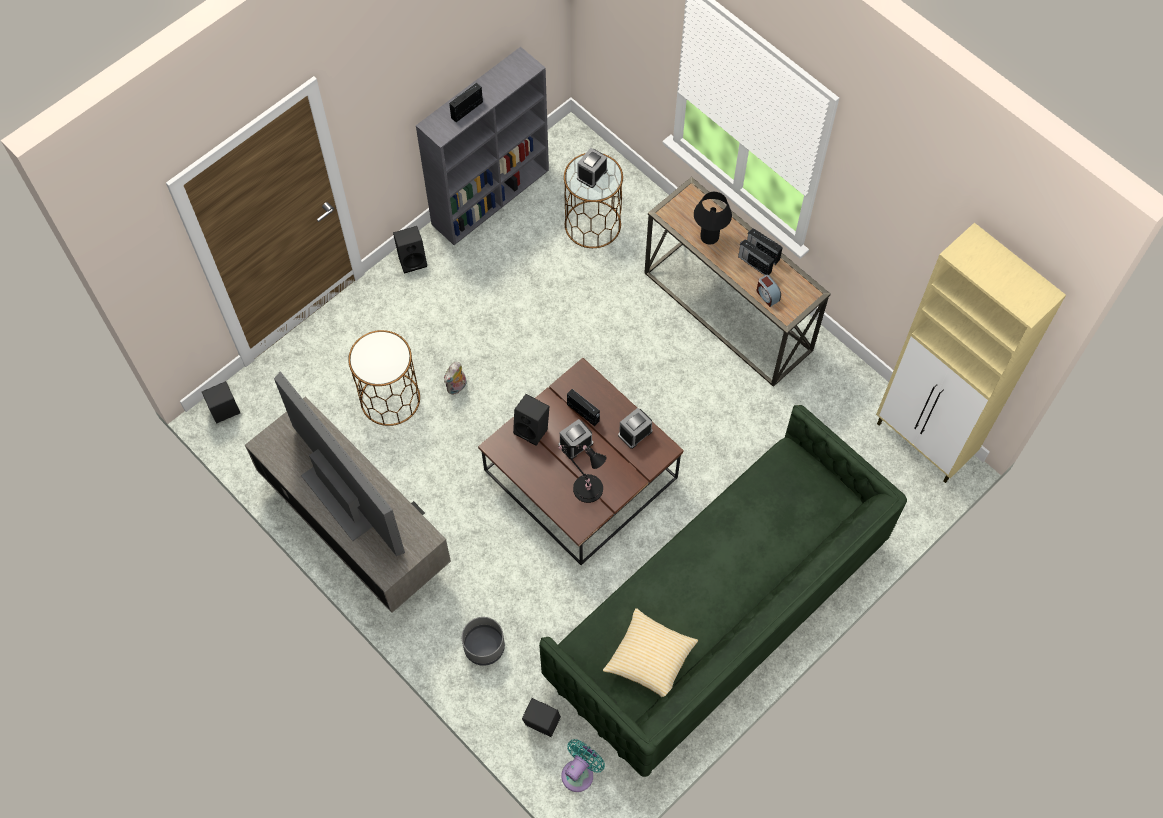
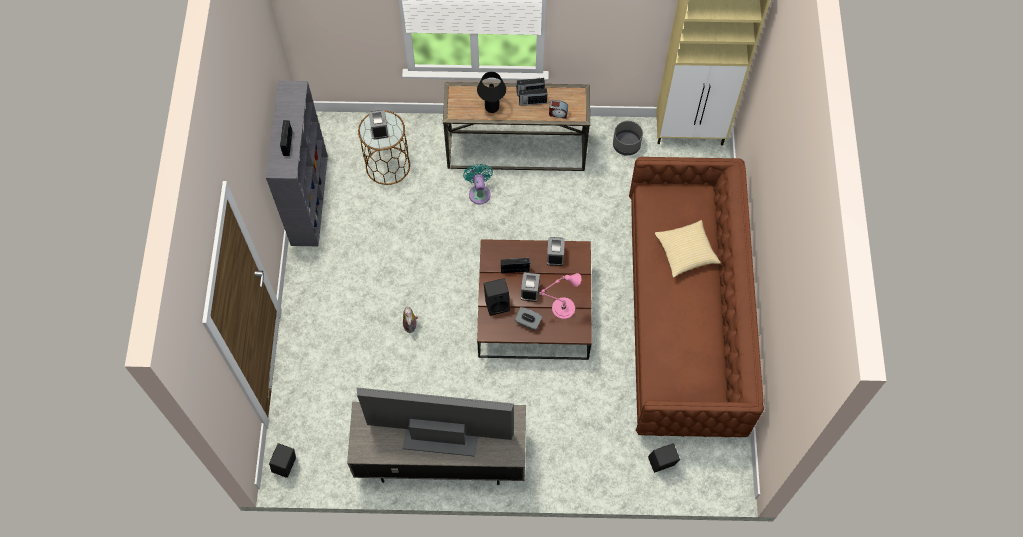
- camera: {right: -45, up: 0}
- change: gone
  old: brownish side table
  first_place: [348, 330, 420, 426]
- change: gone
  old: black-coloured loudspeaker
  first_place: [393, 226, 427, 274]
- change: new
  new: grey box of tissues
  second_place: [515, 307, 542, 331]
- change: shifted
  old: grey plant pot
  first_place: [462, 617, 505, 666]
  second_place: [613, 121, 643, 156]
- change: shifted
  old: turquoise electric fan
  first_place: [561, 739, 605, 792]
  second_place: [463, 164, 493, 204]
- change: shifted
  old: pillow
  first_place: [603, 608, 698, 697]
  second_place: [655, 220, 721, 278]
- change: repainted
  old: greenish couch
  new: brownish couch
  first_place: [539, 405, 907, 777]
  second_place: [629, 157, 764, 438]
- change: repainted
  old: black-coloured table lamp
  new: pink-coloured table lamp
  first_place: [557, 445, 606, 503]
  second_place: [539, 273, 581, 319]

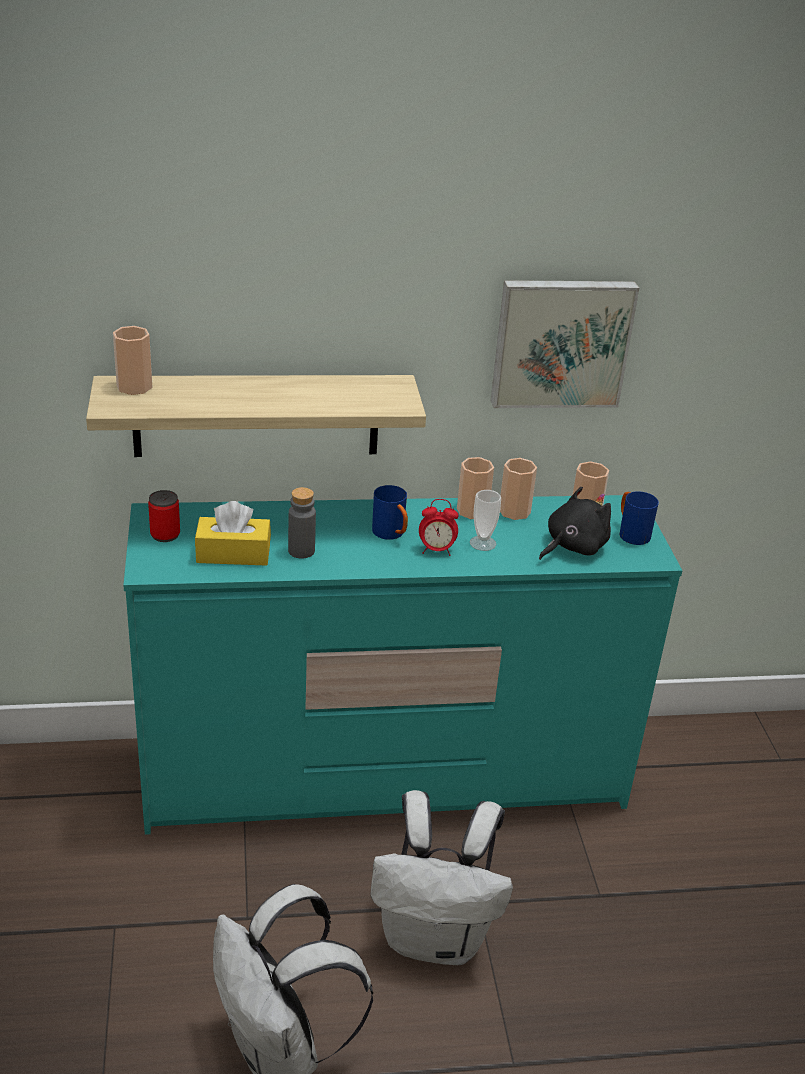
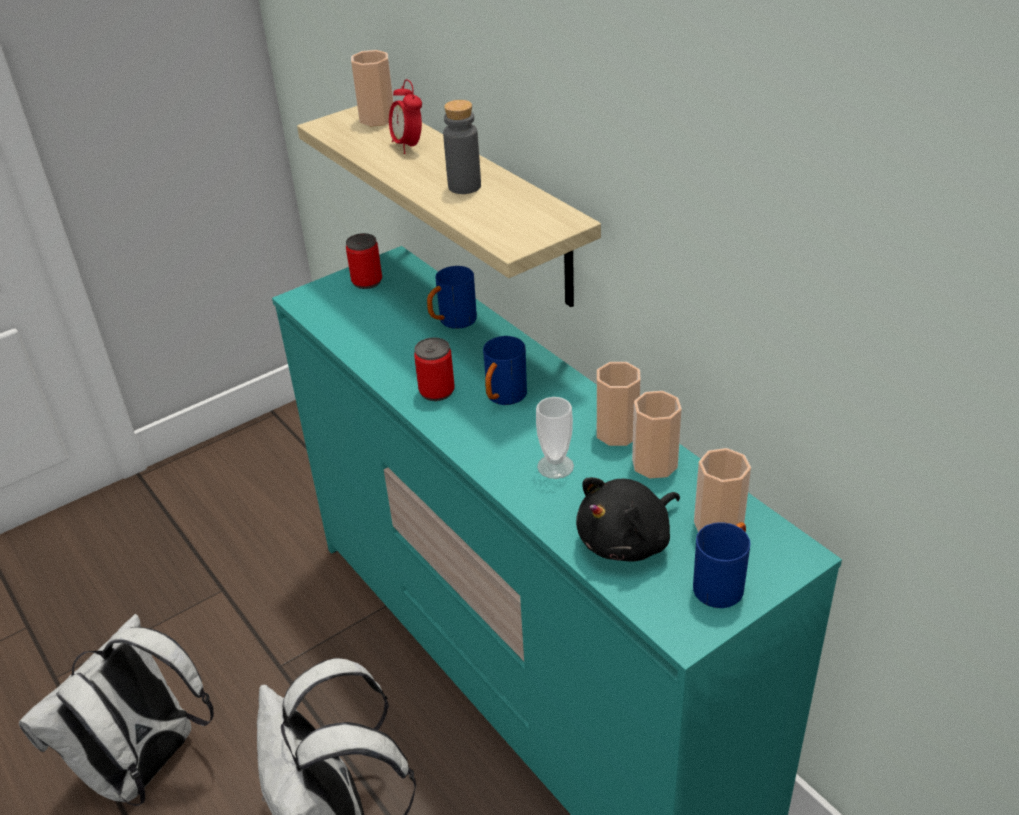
- camera: {right: 65, up: 5}
- change: gone
  old: yellow box of tissues
  first_place: [195, 501, 271, 566]
- change: gone
  old: wall picture
  first_place: [491, 280, 639, 408]
- change: new
  new: sealed can
  second_place: [414, 337, 455, 401]
- change: new
  new: bluish coffee mug
  second_place: [427, 266, 477, 329]
- change: shifted
  old: grey beverage bottle
  first_place: [288, 487, 316, 559]
  second_place: [443, 100, 481, 194]
- change: shifted
  old: bedside clock
  first_place: [419, 499, 459, 556]
  second_place: [389, 79, 422, 154]
- change: rotated
  old: black-coloured soft toy
  first_place: [539, 487, 611, 560]
  second_place: [576, 477, 680, 561]
  degrees: 120

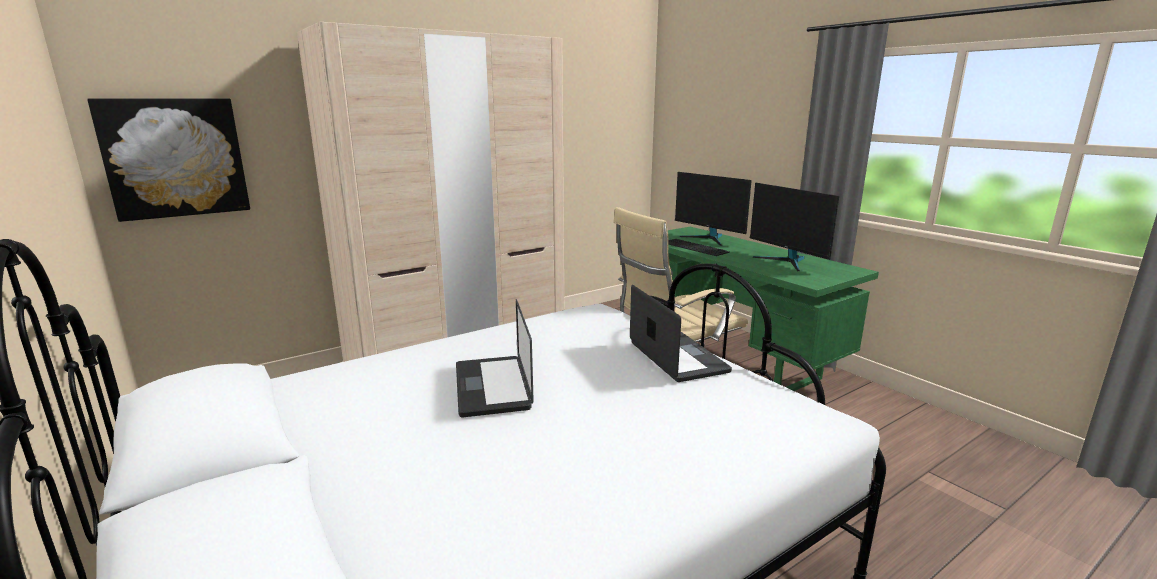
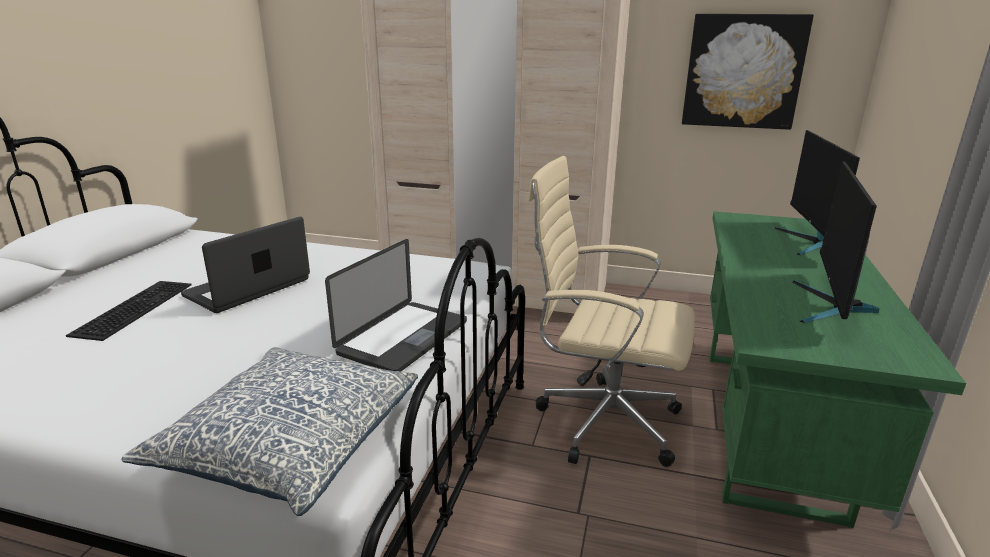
- camera: {right: 50, up: 5}
- change: new
  new: pillow
  second_place: [122, 347, 418, 516]
- change: shifted
  old: wall picture
  first_place: [87, 98, 250, 222]
  second_place: [682, 14, 814, 130]
- change: shifted
  old: PC keyboard
  first_place: [669, 239, 730, 256]
  second_place: [66, 281, 192, 341]

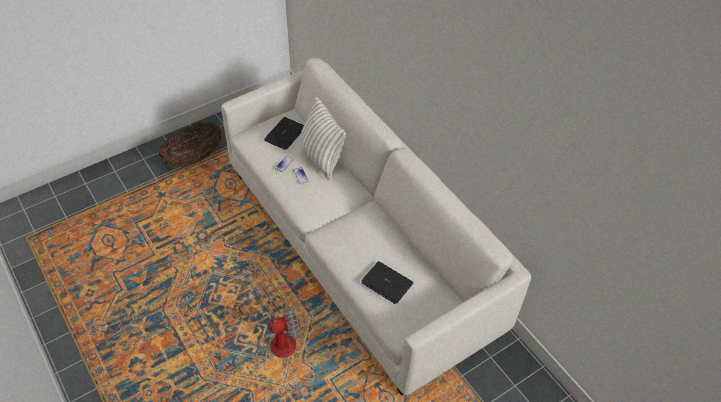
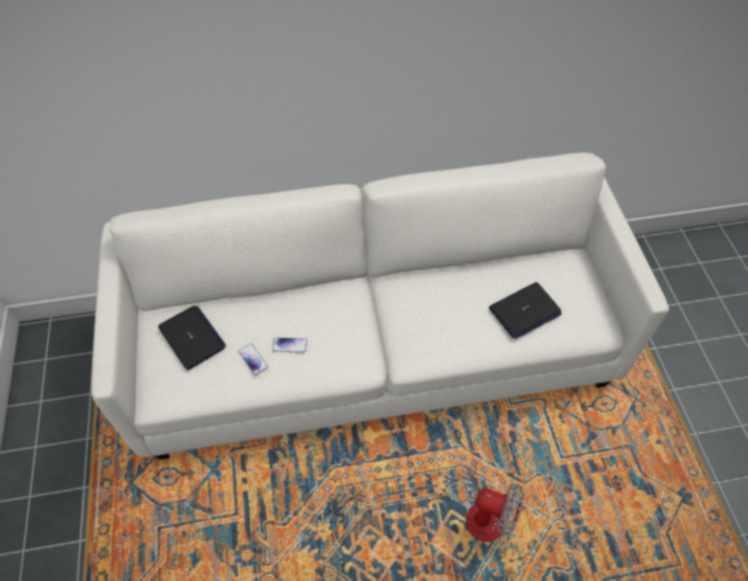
- camera: {right: -65, up: 5}
- change: gone
  old: storage basket
  first_place: [159, 122, 222, 167]
- change: gone
  old: pillow
  first_place: [301, 97, 346, 180]
- change: rotated
  old: electric fan
  first_place: [232, 300, 299, 358]
  second_place: [451, 422, 524, 542]
  degrees: 105

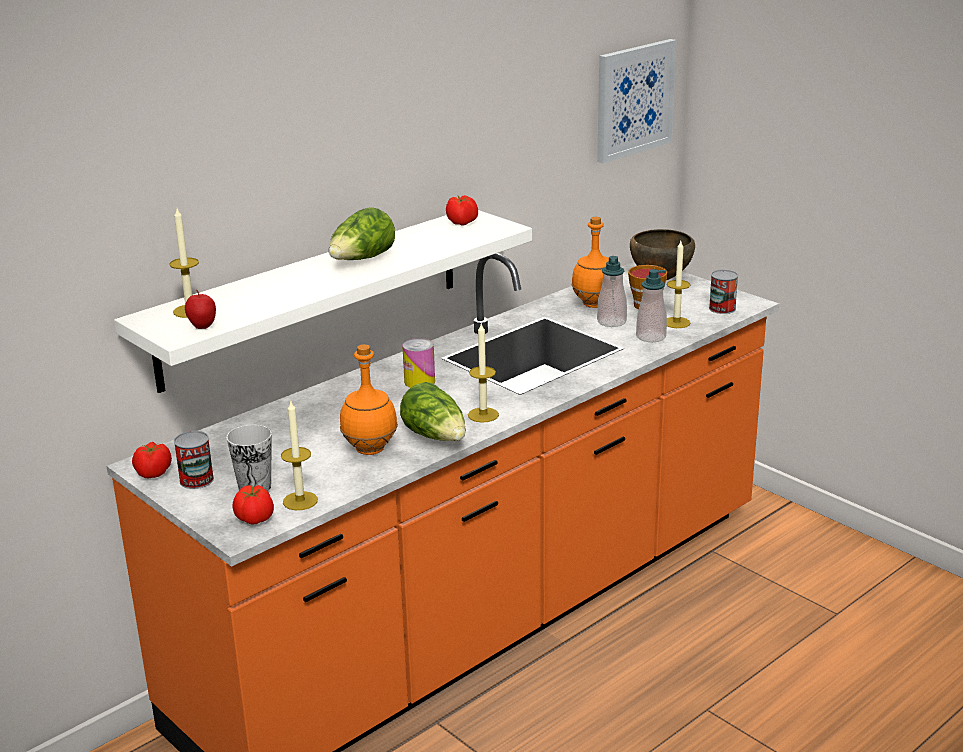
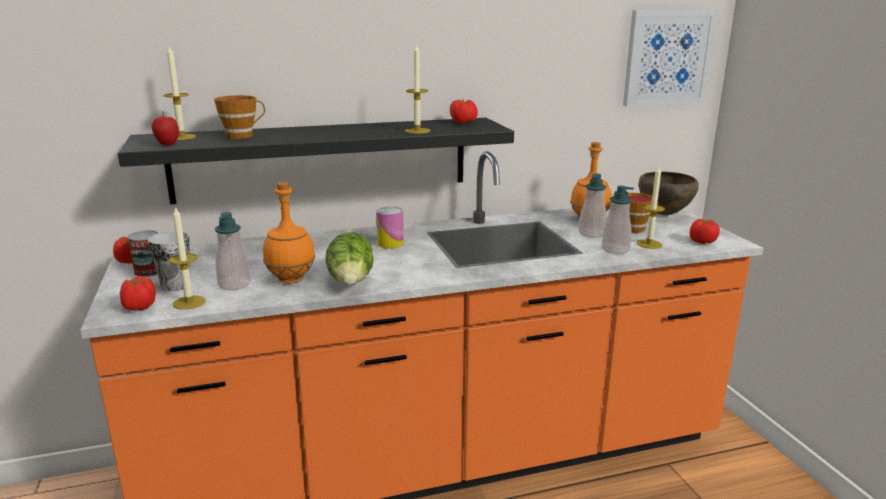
- camera: {right: 25, up: -5}
- change: gone
  old: head of lettuce
  first_place: [329, 207, 395, 260]
- change: new
  new: cup
  second_place: [214, 95, 265, 139]
- change: new
  new: soap bottle
  second_place: [215, 212, 251, 290]
- change: shifted
  old: wax candle
  first_place: [468, 324, 499, 423]
  second_place: [405, 43, 430, 134]
- change: swapped
  old: sealed can
  new: tomato
  first_place: [709, 270, 738, 314]
  second_place: [690, 219, 720, 244]
- change: repainted
  old: whitish shelf
  new: black-coloured shelf
  first_place: [114, 210, 532, 393]
  second_place: [118, 118, 514, 204]

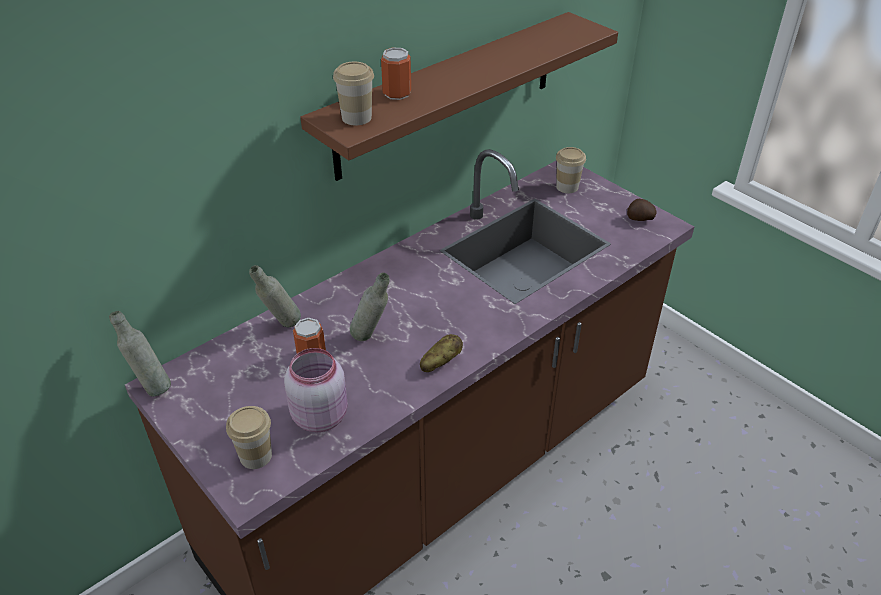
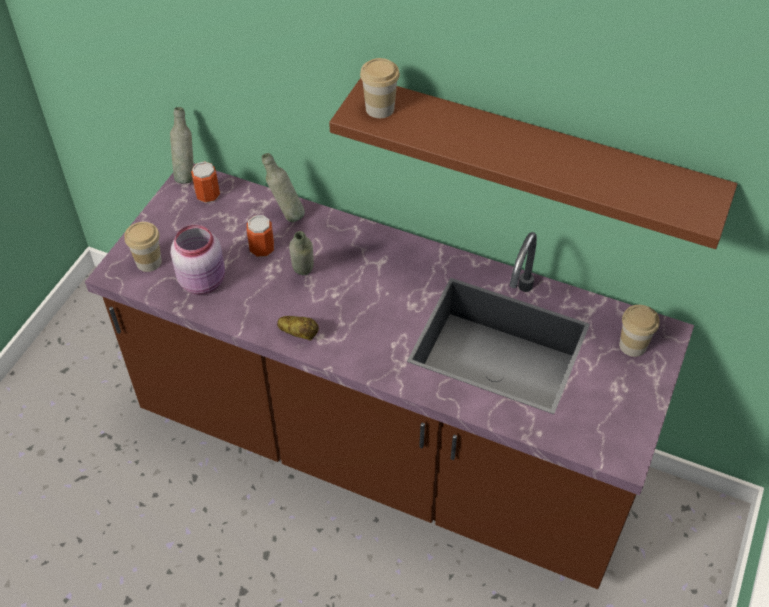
- camera: {right: 65, up: 10}
- change: gone
  old: whole potato
  first_place: [627, 199, 657, 221]
- change: shifted
  old: sealed can
  first_place: [381, 47, 411, 100]
  second_place: [191, 161, 220, 203]

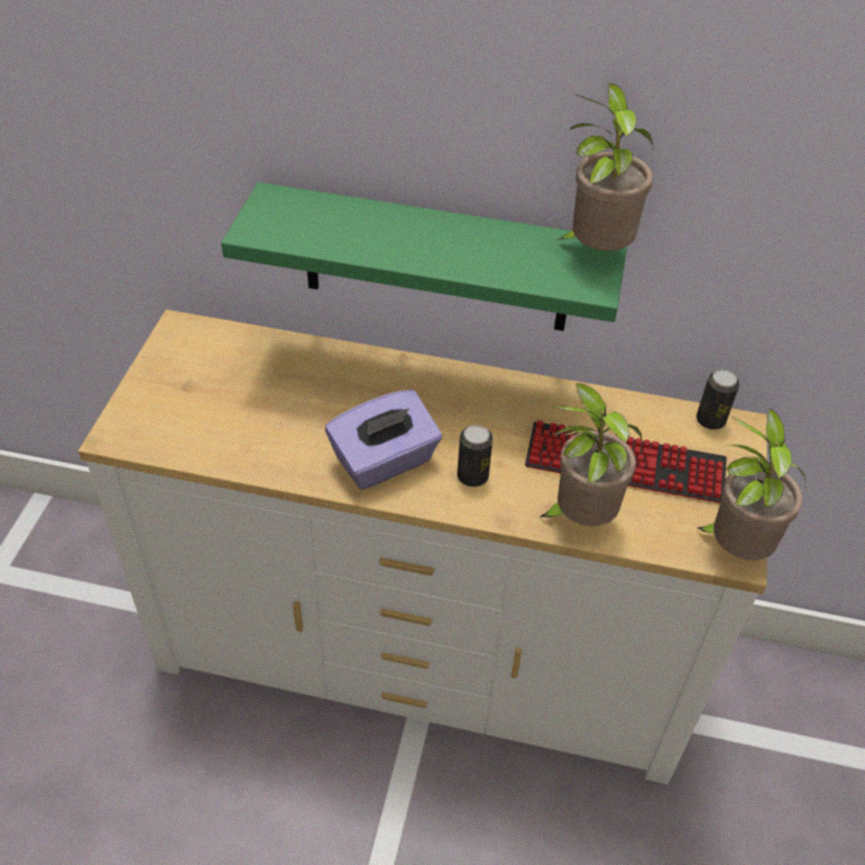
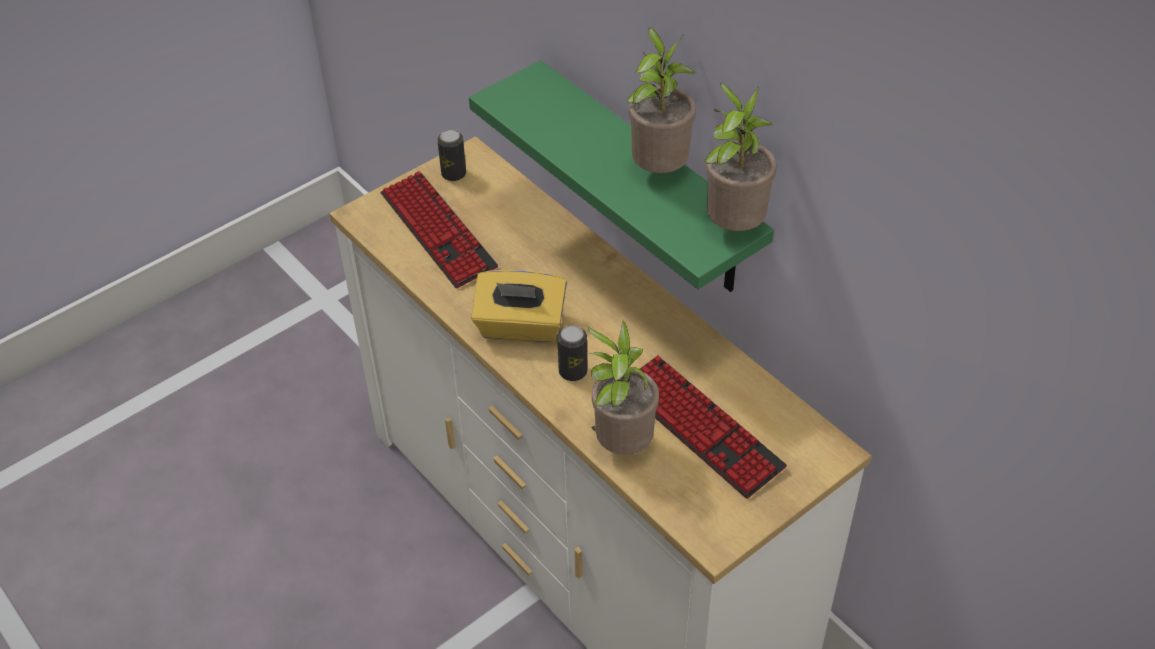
- camera: {right: 40, up: 0}
- change: new
  new: PC keyboard
  second_place: [380, 171, 498, 288]
- change: shifted
  old: sealed can
  first_place: [696, 370, 739, 430]
  second_place: [437, 129, 466, 181]
- change: shifted
  old: plant in a pot
  first_place: [698, 409, 806, 560]
  second_place: [626, 28, 696, 173]
- change: repainted
  old: purple-coloured box of tissues
  new: yellow box of tissues
  first_place: [325, 390, 442, 490]
  second_place: [471, 270, 567, 343]

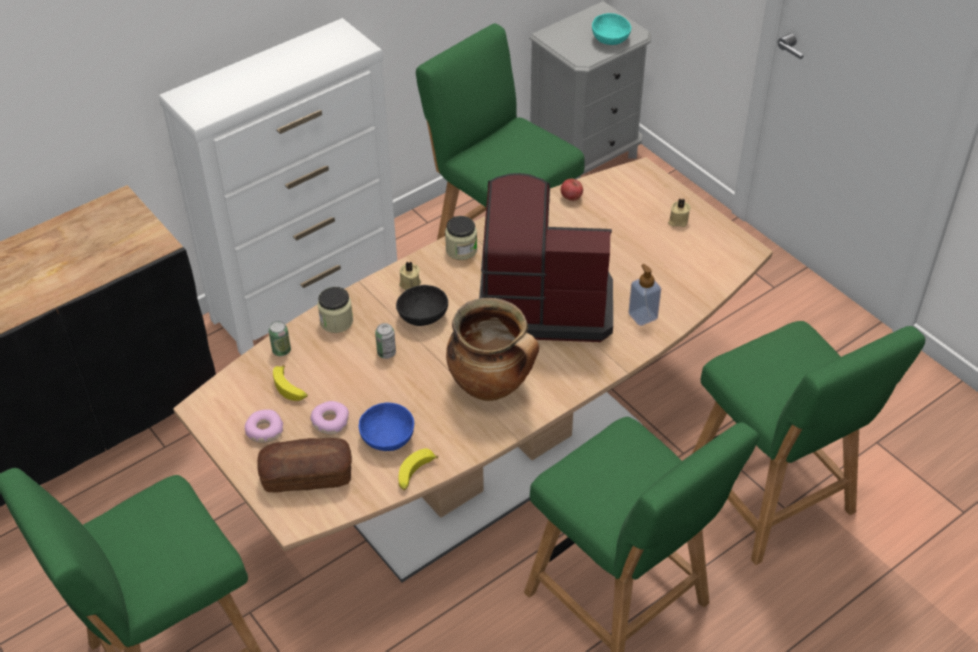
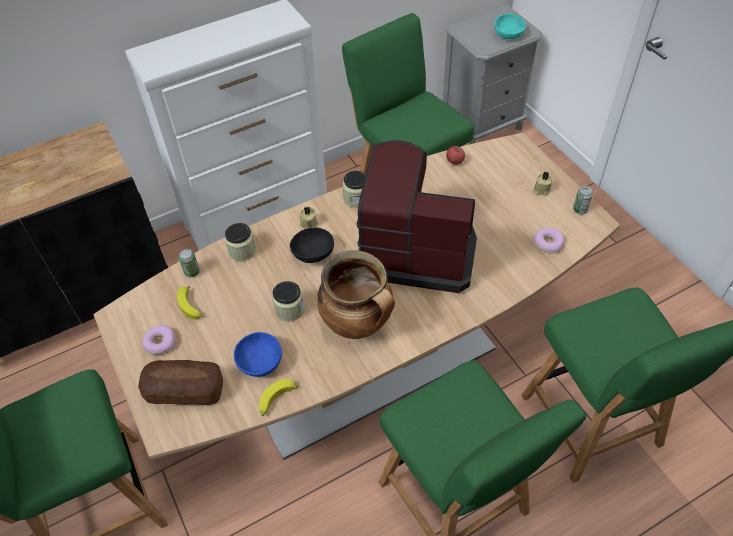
- camera: {right: 10, up: 5}
- change: gone
  old: soap bottle
  first_place: [628, 264, 661, 326]
- change: new
  new: storage jar
  second_place: [272, 281, 304, 322]
- change: shifted
  old: ring doughnut
  first_place: [310, 401, 349, 434]
  second_place: [534, 228, 564, 254]
- change: shifted
  old: sealed can
  first_place: [375, 323, 396, 359]
  second_place: [573, 186, 593, 214]

